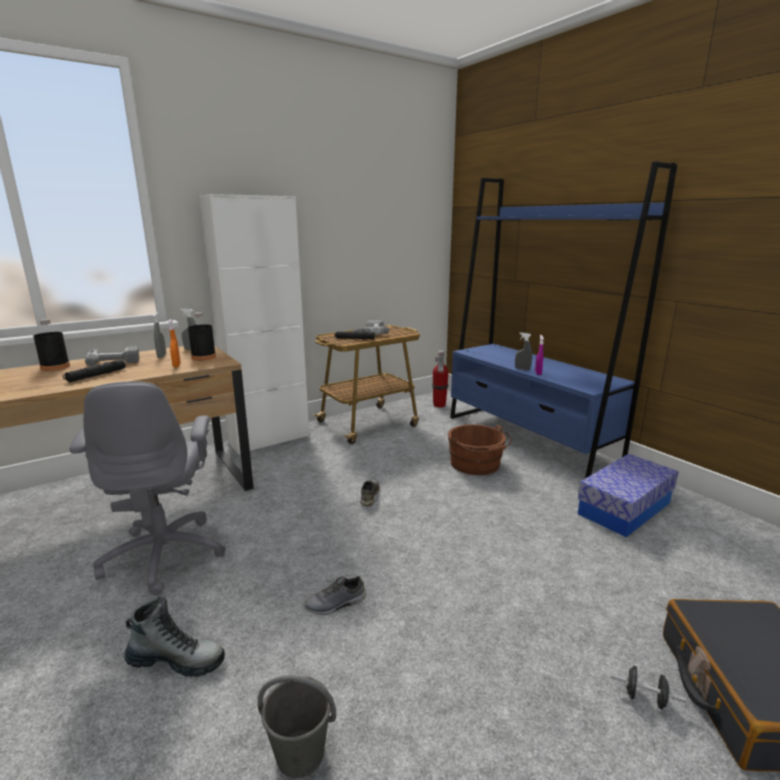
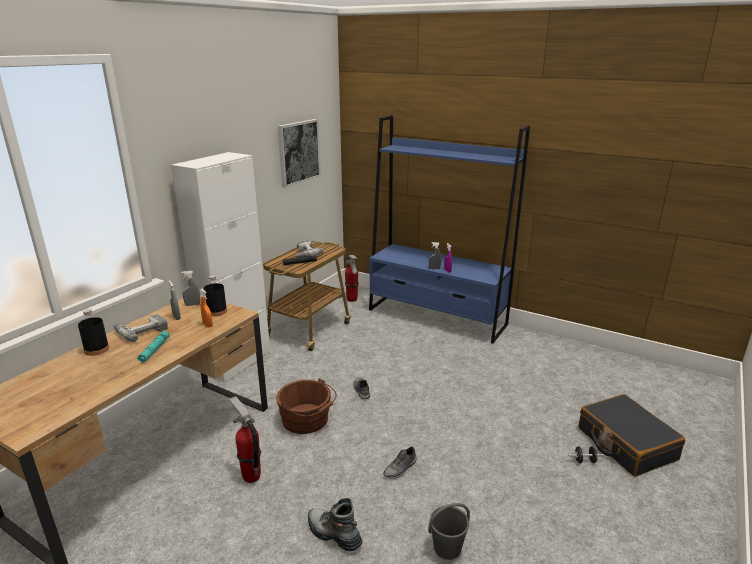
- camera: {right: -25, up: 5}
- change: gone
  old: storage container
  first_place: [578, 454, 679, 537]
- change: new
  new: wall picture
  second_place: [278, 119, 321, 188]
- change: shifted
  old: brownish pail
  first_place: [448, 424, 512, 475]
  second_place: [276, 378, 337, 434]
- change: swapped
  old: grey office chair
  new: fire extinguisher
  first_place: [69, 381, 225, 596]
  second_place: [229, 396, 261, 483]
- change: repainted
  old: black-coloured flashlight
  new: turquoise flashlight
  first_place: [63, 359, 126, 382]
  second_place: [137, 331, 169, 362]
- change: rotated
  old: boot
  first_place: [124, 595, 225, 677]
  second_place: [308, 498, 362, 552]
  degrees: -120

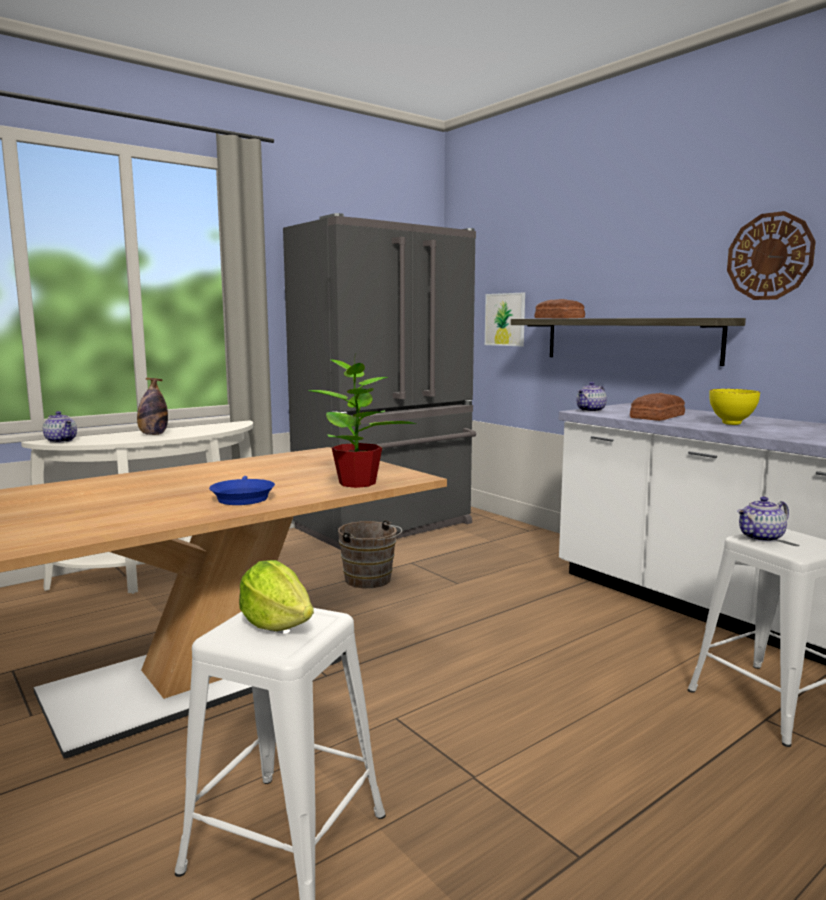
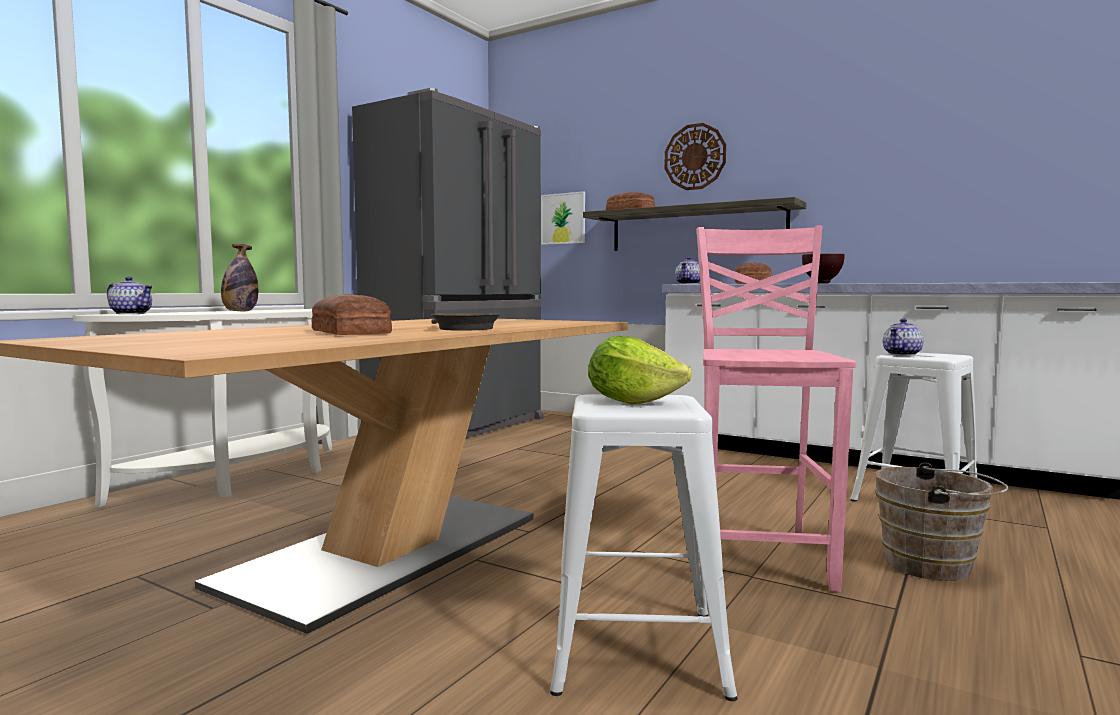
- camera: {right: -20, up: -5}
- change: gone
  old: plant in a pot
  first_place: [308, 353, 416, 488]
- change: new
  new: baked bread
  second_place: [312, 294, 392, 335]
- change: new
  new: pink-coloured chair
  second_place: [697, 226, 856, 592]
- change: shifted
  old: brownish pail
  first_place: [338, 520, 402, 588]
  second_place: [875, 462, 1009, 581]
- change: shifted
  old: wall clock
  first_place: [727, 211, 816, 300]
  second_place: [664, 123, 726, 190]
- change: repainted
  old: bluish frying pan
  new: brownish frying pan
  first_place: [209, 476, 275, 505]
  second_place: [431, 313, 501, 331]
- change: repainted
  old: yellow bowl
  new: brownish bowl
  first_place: [709, 389, 760, 425]
  second_place: [802, 253, 845, 284]

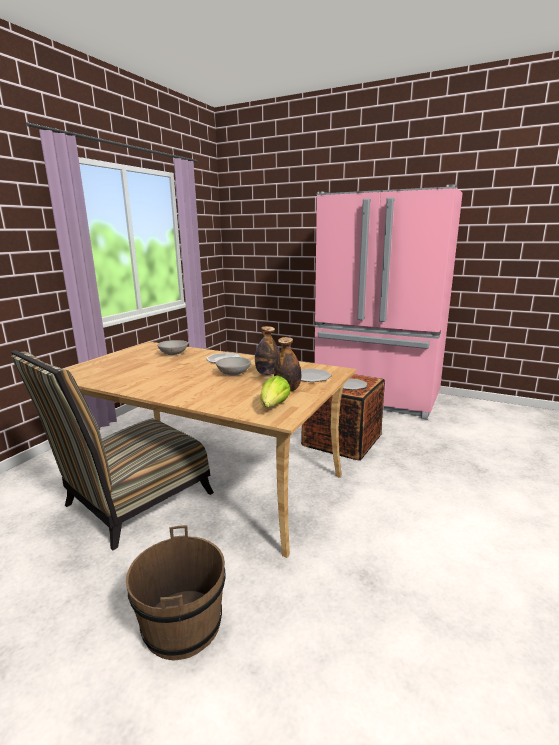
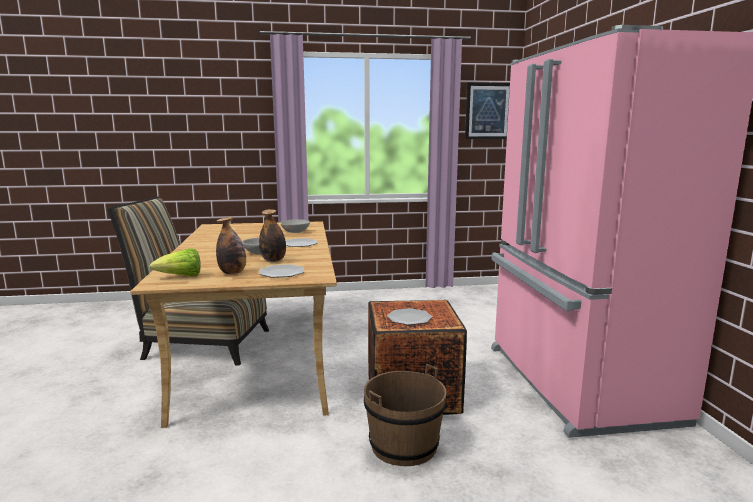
- camera: {right: 55, up: -5}
- change: new
  new: wall picture
  second_place: [465, 82, 510, 139]
- change: shifted
  old: brownish pail
  first_place: [126, 525, 226, 661]
  second_place: [364, 364, 447, 466]

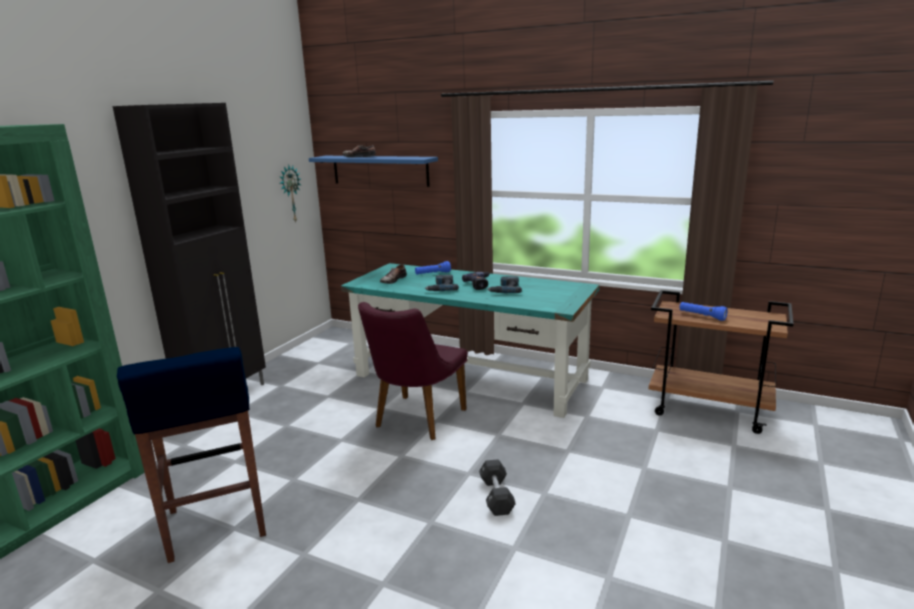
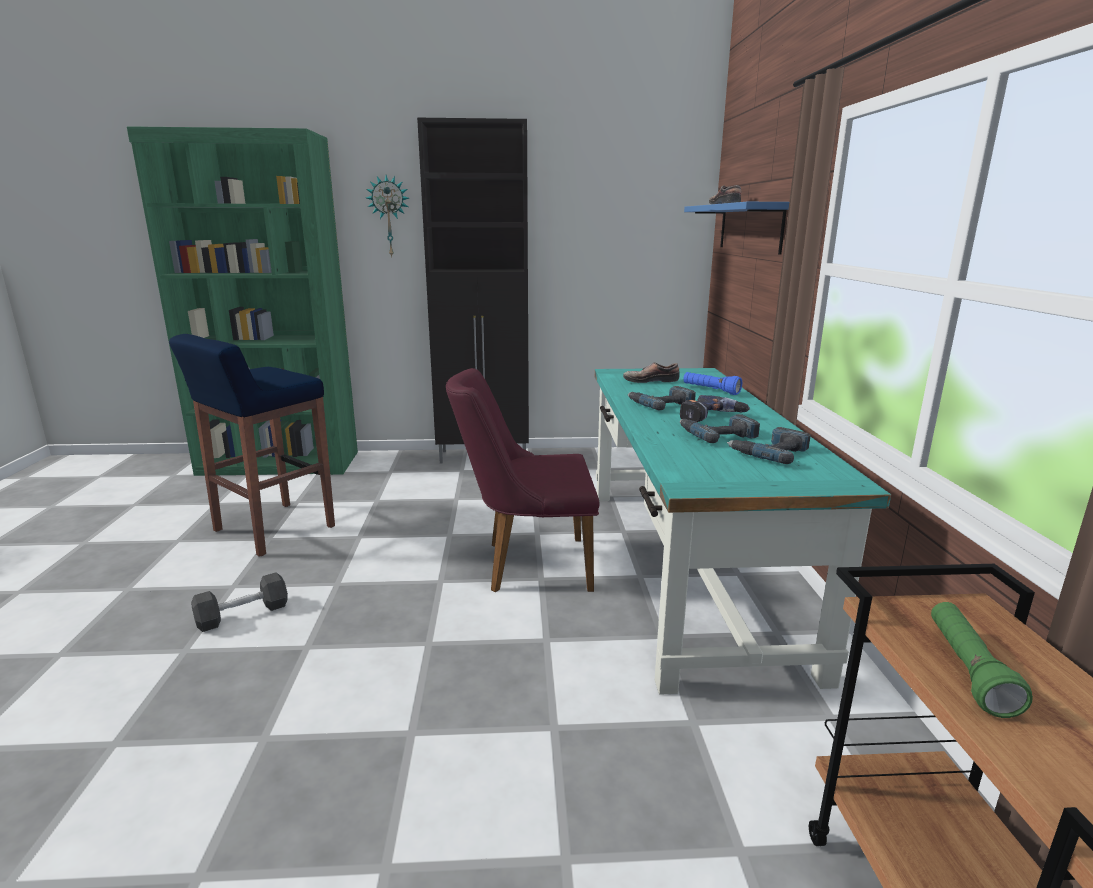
- camera: {right: 60, up: 0}
- change: new
  new: drill
  second_place: [727, 427, 811, 464]
- change: shifted
  old: wall clock
  first_place: [279, 165, 301, 222]
  second_place: [366, 175, 409, 258]
- change: shifted
  old: black-coloured dumbbell
  first_place: [479, 459, 516, 516]
  second_place: [191, 572, 288, 632]
- change: repainted
  old: bluish flashlight
  new: greenish flashlight
  first_place: [680, 302, 728, 321]
  second_place: [931, 602, 1033, 718]

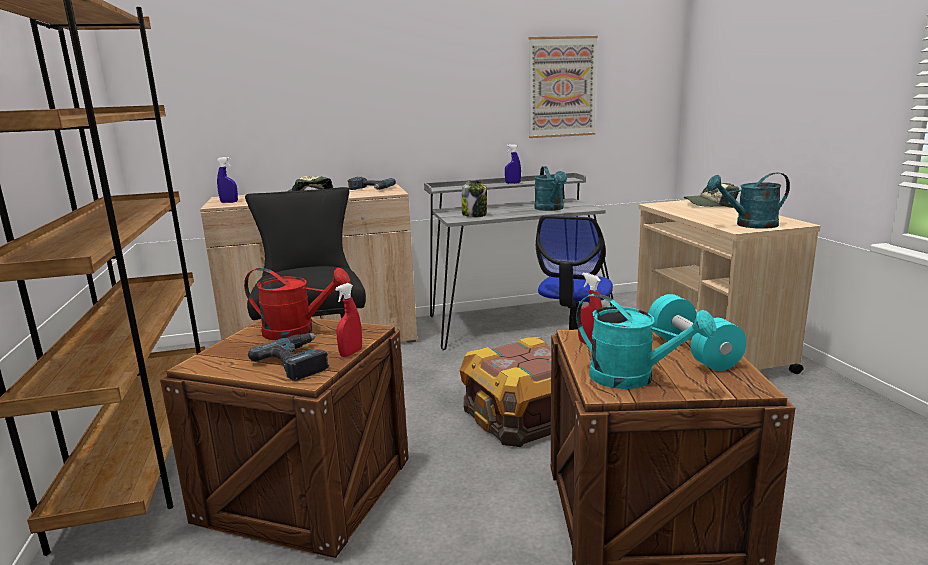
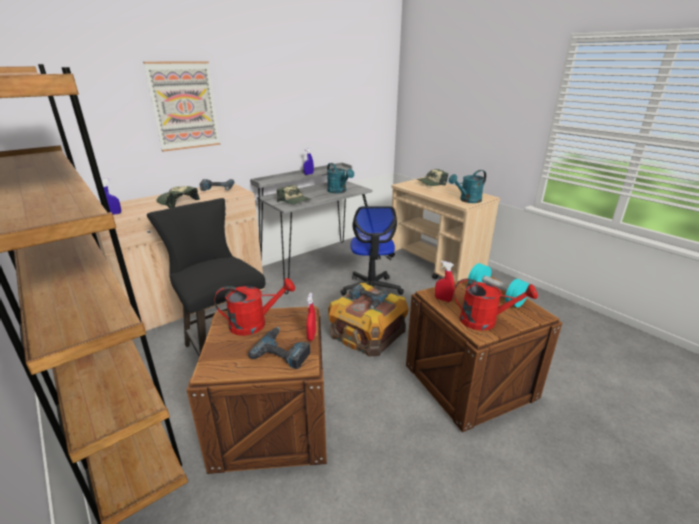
- camera: {right: -25, up: 10}
- change: new
  new: drill
  second_place: [349, 284, 388, 310]
- change: shifted
  old: wall picture
  first_place: [528, 36, 598, 138]
  second_place: [143, 61, 221, 152]
- change: swapped
  old: storage jar
  new: peaked cap
  first_place: [462, 181, 487, 217]
  second_place: [277, 185, 310, 204]
- change: repainted
  old: turquoise watering can
  new: red watering can
  first_place: [576, 293, 716, 389]
  second_place: [454, 279, 538, 331]

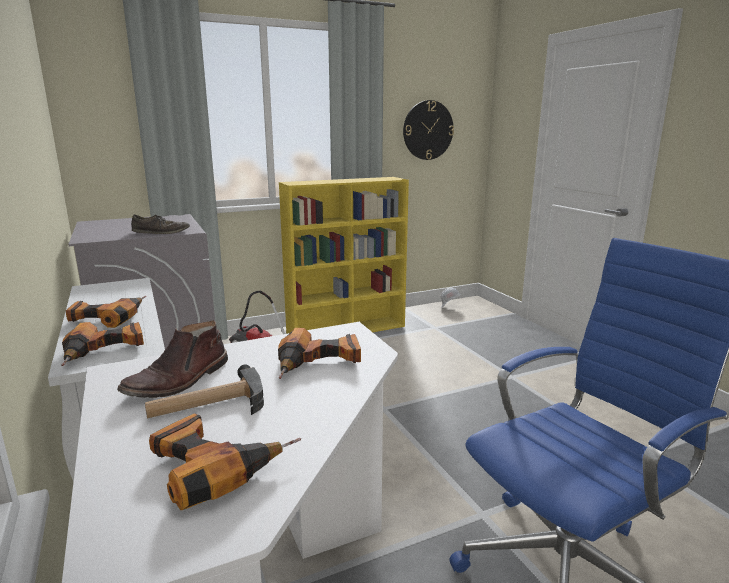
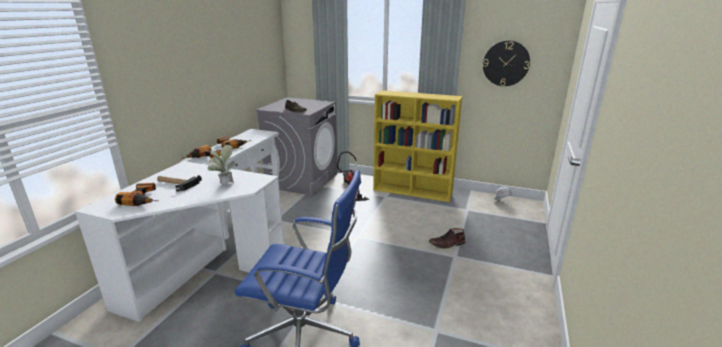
- camera: {right: 45, up: 5}
- change: shifted
  old: brownish boot
  first_place: [117, 320, 228, 398]
  second_place: [429, 228, 466, 248]
- change: swapped
  old: drill
  new: plant in a pot
  first_place: [278, 328, 361, 379]
  second_place: [208, 145, 235, 184]

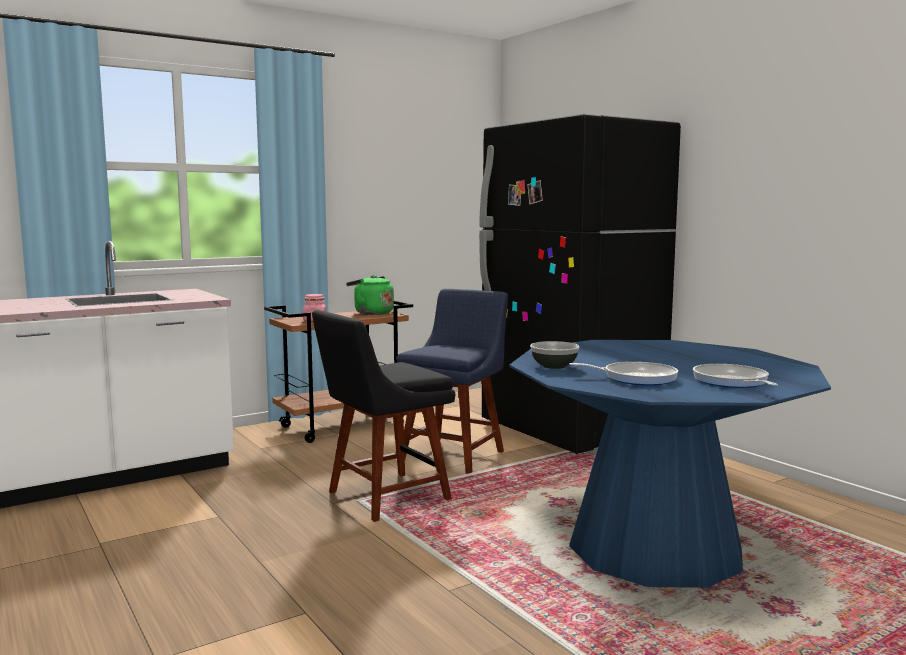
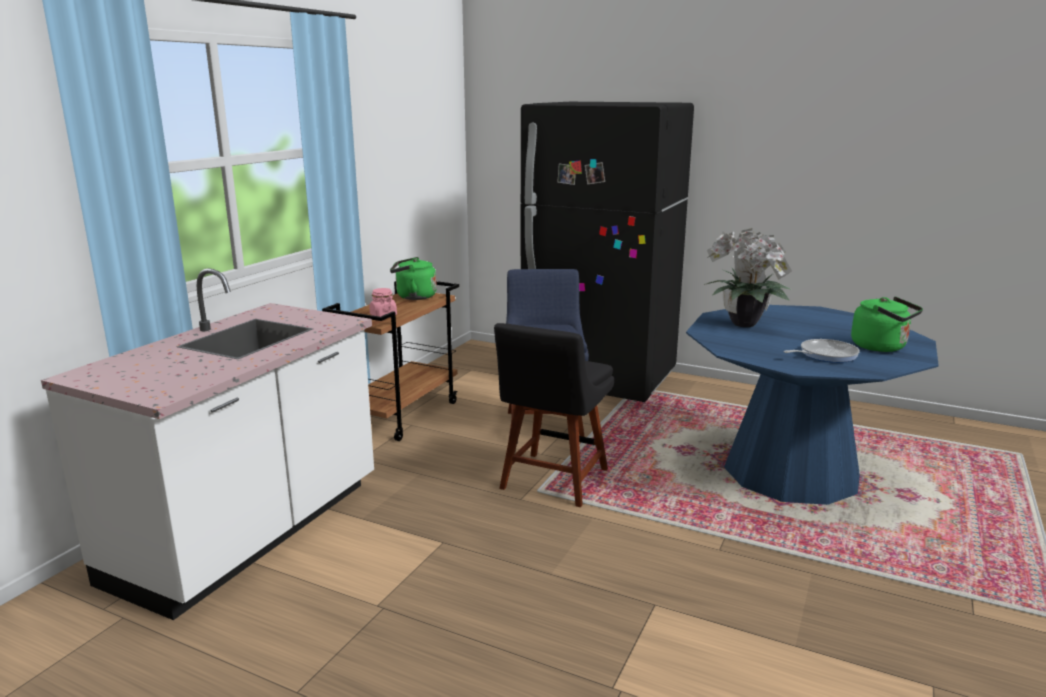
- camera: {right: -30, up: 10}
- change: gone
  old: bowl
  first_place: [530, 341, 579, 369]
- change: new
  new: plant in a pot
  second_place: [704, 228, 792, 327]
- change: swapped
  old: frying pan
  new: greenish water kettle
  first_place: [693, 364, 778, 388]
  second_place: [851, 297, 923, 352]

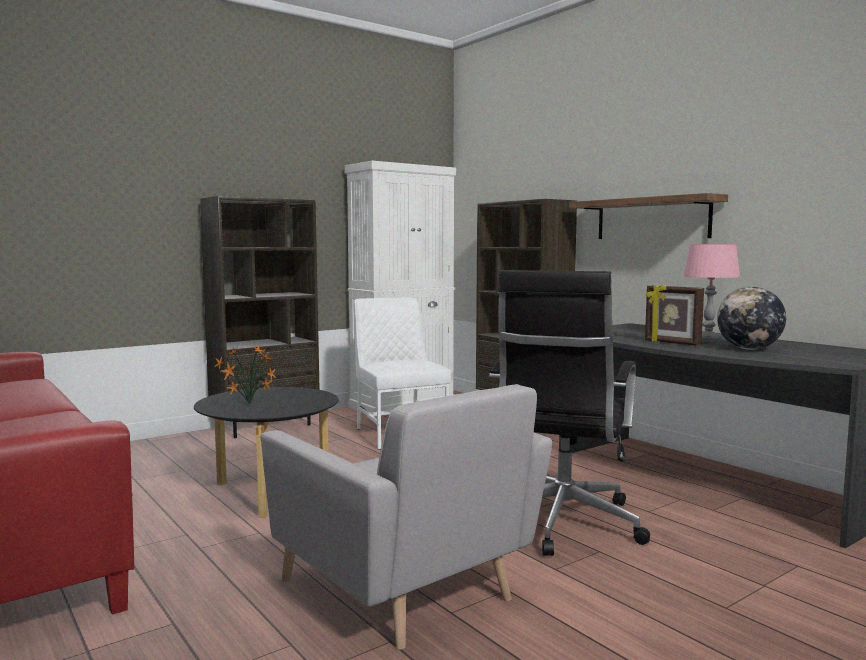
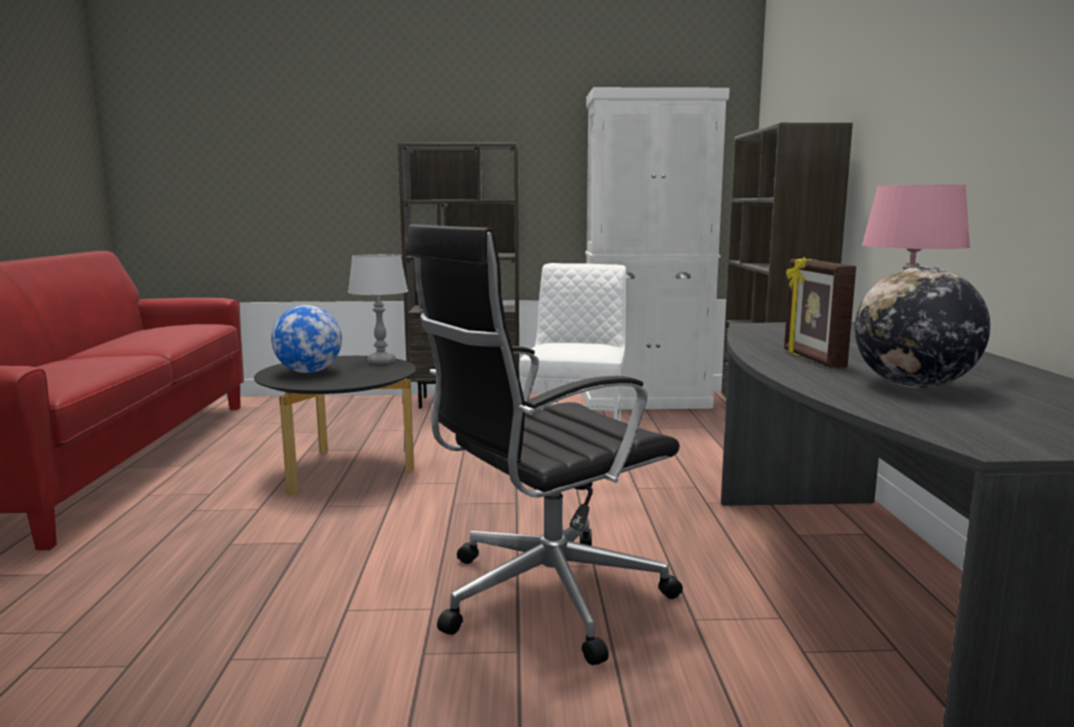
- camera: {right: 35, up: 5}
- change: gone
  old: grey easy chair
  first_place: [260, 384, 552, 650]
- change: gone
  old: shelf
  first_place: [569, 193, 728, 239]
- change: new
  new: grey table lamp
  second_place: [348, 254, 408, 364]
- change: swapped
  old: plant in a pot
  new: globe
  first_place: [214, 346, 277, 405]
  second_place: [271, 305, 342, 373]

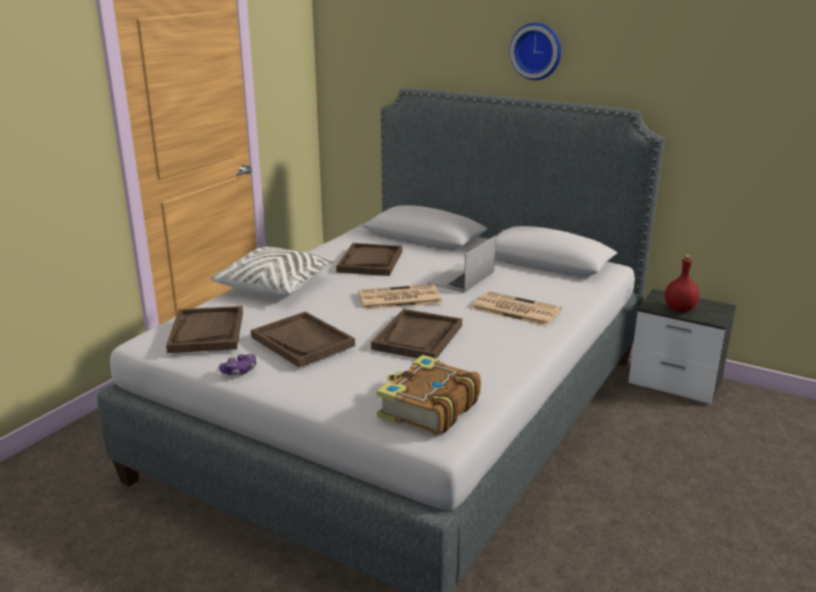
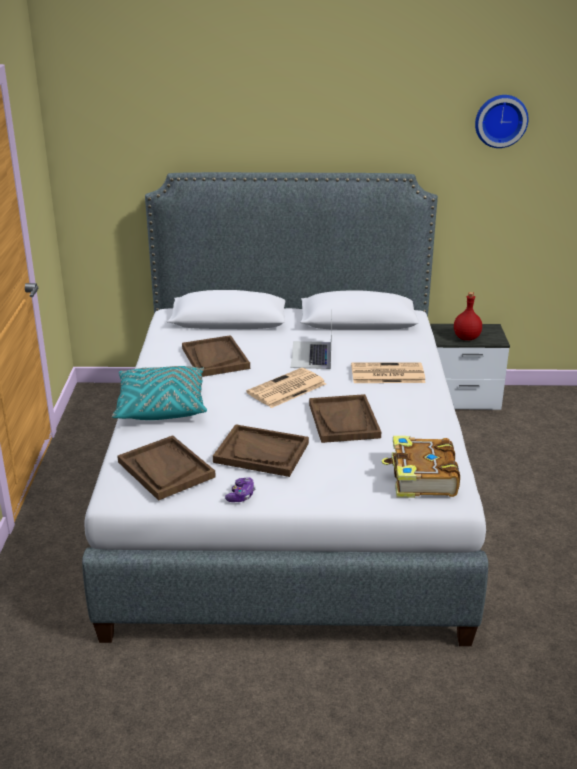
- camera: {right: -30, up: 5}
- change: shifted
  old: wall clock
  first_place: [510, 23, 561, 80]
  second_place: [475, 95, 528, 148]
- change: repainted
  old: whitish pillow
  new: turquoise pillow
  first_place: [210, 247, 334, 297]
  second_place: [112, 366, 207, 420]

